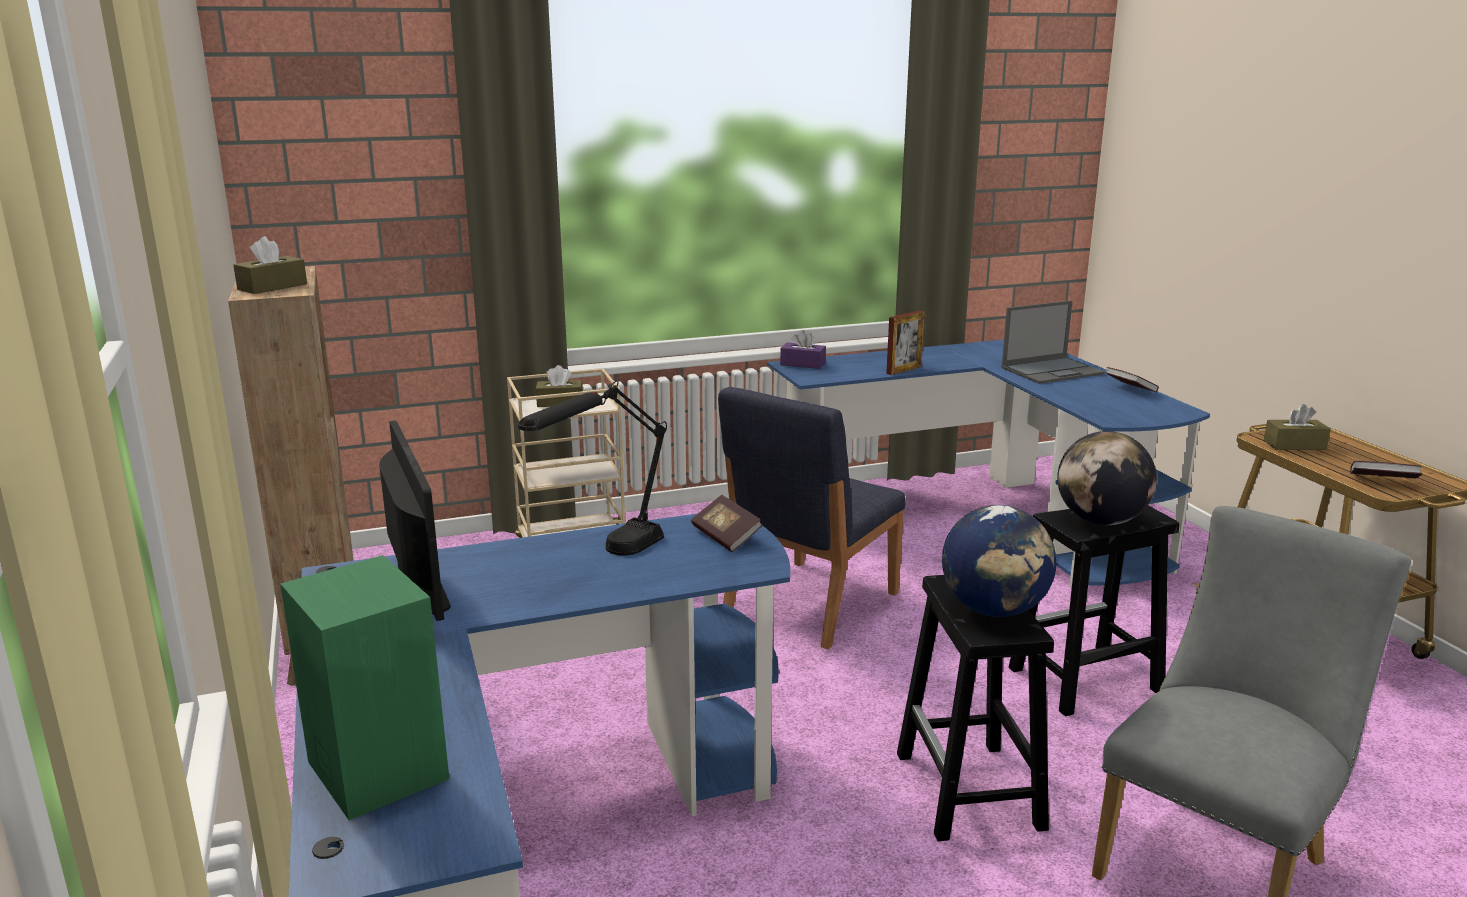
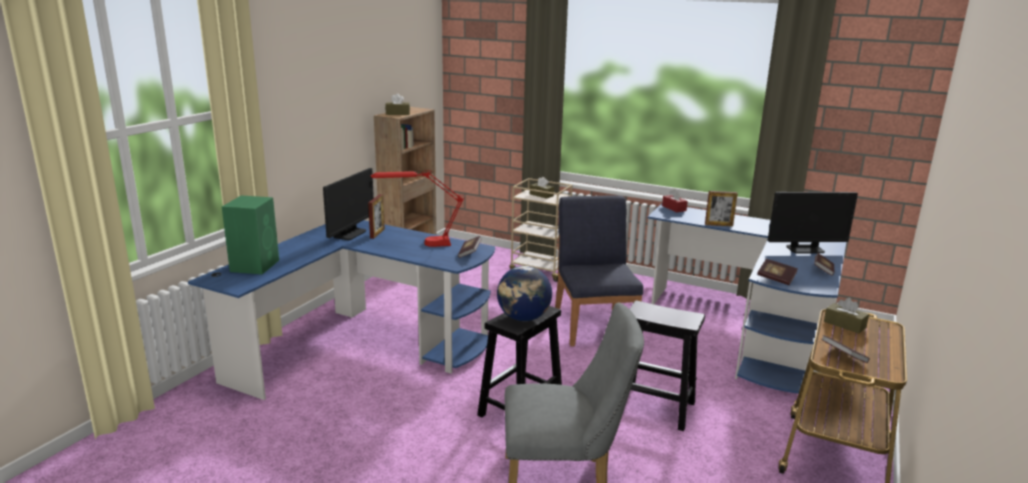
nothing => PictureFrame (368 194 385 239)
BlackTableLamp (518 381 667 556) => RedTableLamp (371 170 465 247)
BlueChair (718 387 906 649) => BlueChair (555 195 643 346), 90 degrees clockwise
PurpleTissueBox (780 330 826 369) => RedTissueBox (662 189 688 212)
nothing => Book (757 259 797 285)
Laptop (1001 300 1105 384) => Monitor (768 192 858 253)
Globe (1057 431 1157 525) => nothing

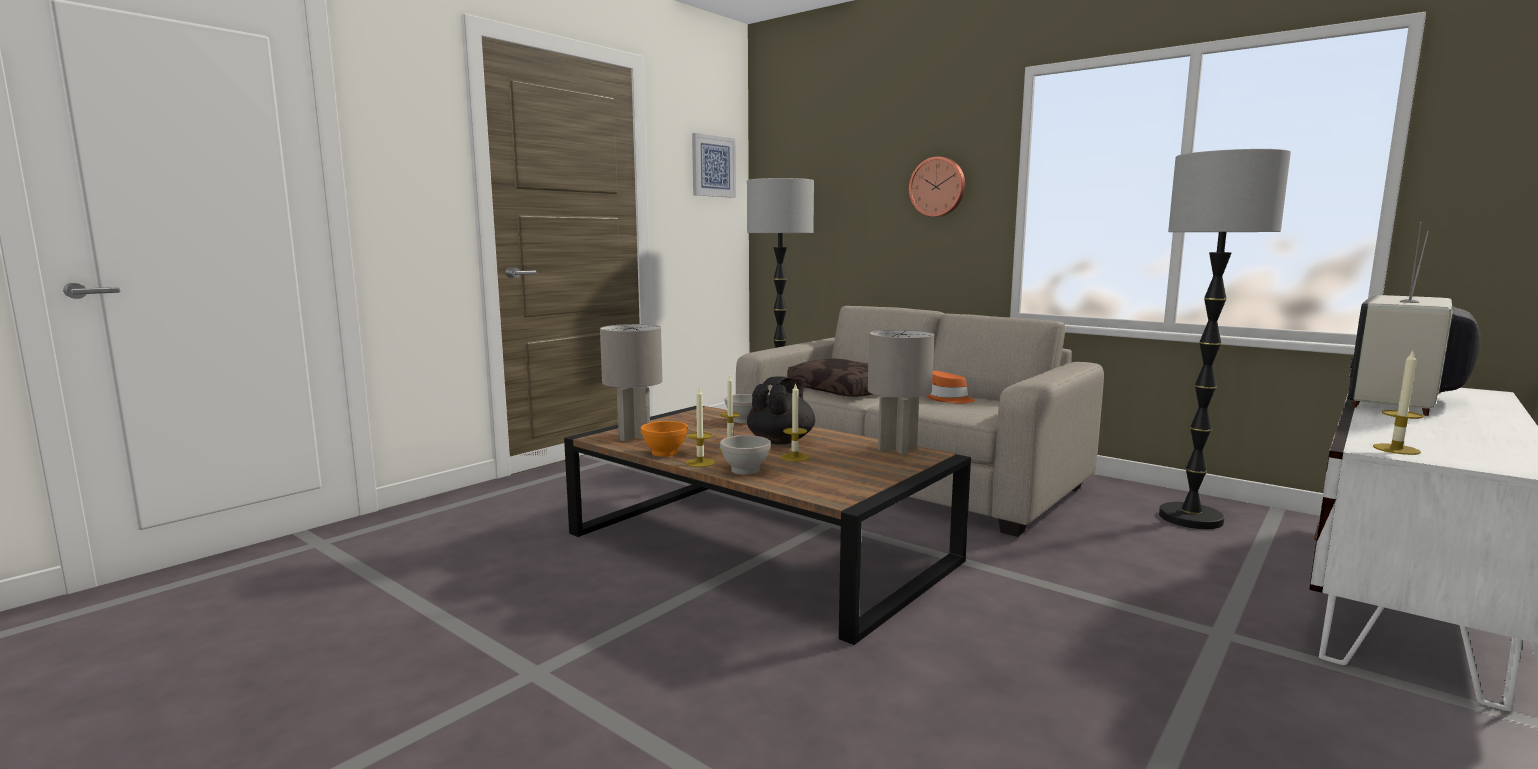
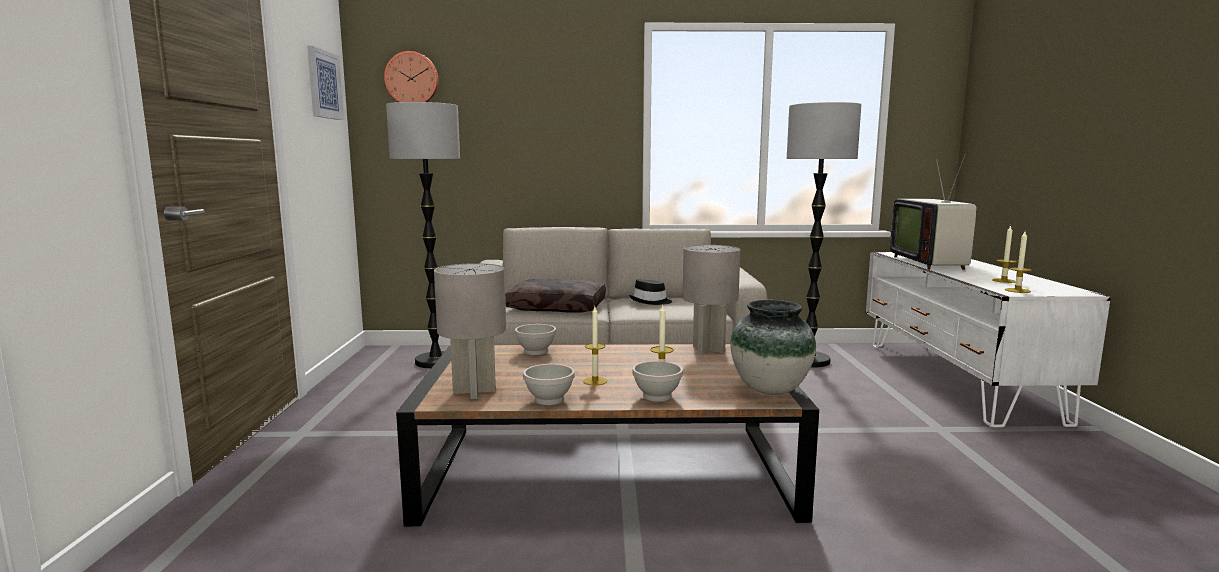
WallClock (909 156 965 217) => WallClock (384 51 439 102), move
OrangeBowl (641 421 688 457) => WhiteBowl (523 364 575 405)
OrangeHat (926 371 975 403) => BlackHat (629 279 672 305)
nothing => Vase (730 300 816 395)
Candle (686 388 715 467) => Candle (992 225 1017 283), move
BlackTeapot (747 377 815 444) => nothing

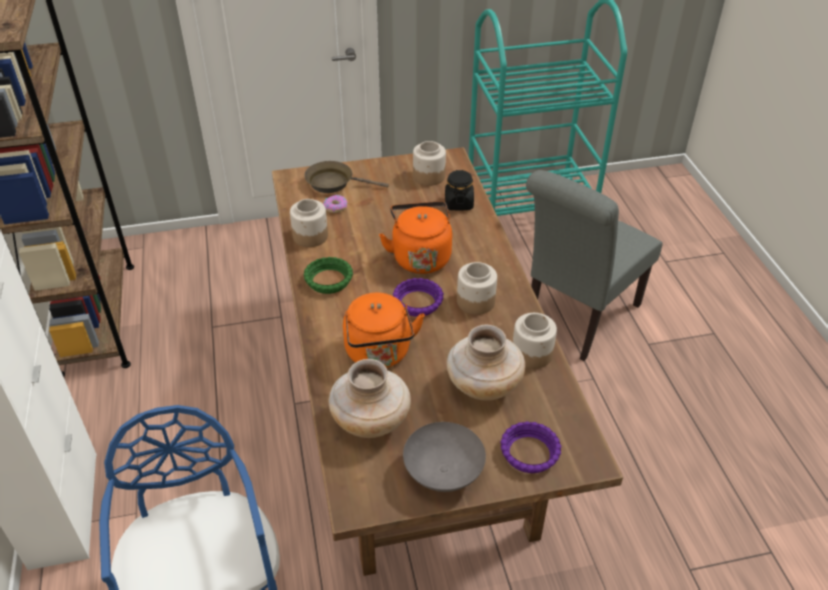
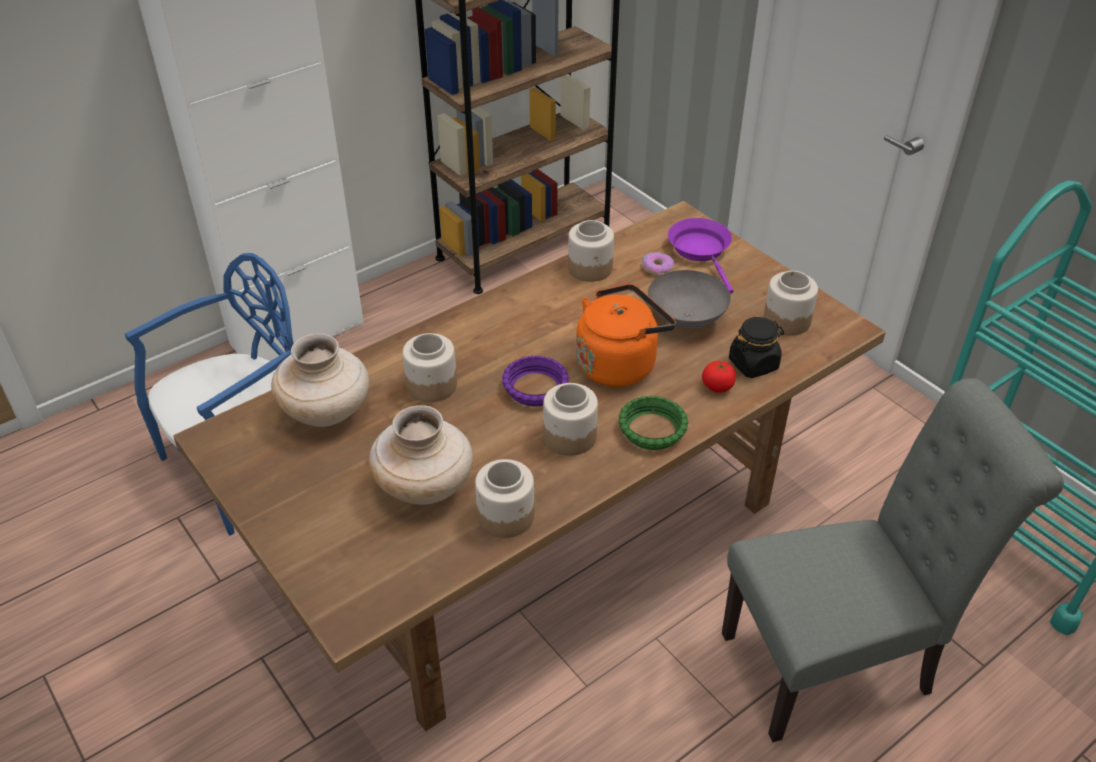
OrangeKettle (343 293 425 368) => Jar (403 333 457 402)
GreenBowl (303 257 353 294) => GreenBowl (618 396 689 450), move
GreyBowl (403 422 486 492) => GreyBowl (648 270 731 329), move
BrownFryingPan (304 161 389 193) => PurpleFryingPan (668 218 733 294)
nothing => Tomato (702 361 736 393)
GreyChair (526 170 663 361) => GreyChair (722 378 1064 743), 150 degrees clockwise
PurpleBowl (500 421 561 473) => nothing

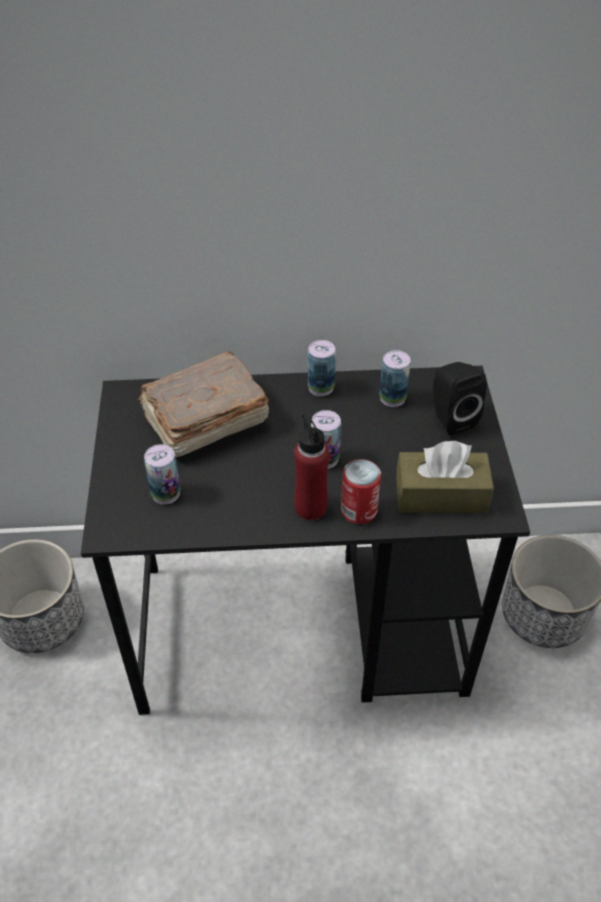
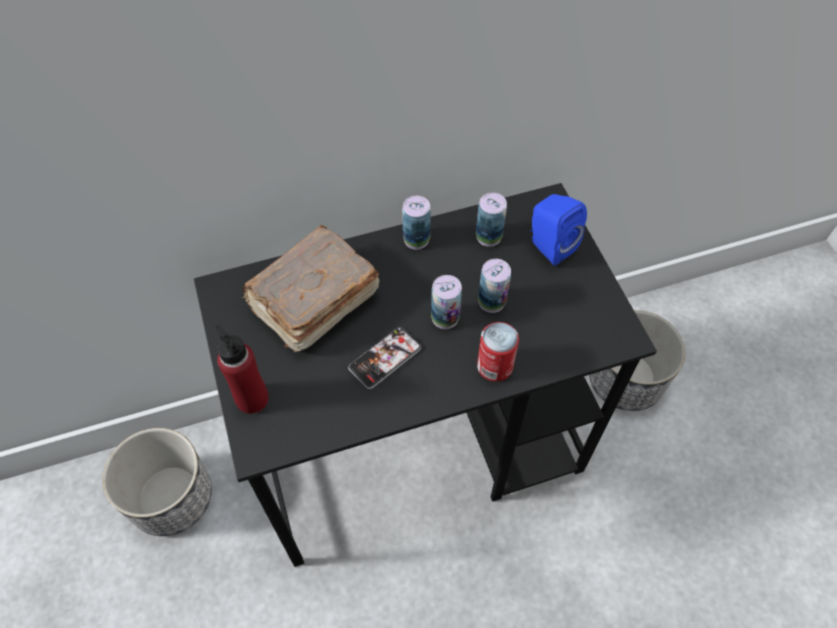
RedBottle (294 413 329 520) => RedBottle (215 325 269 414), move
nothing => Phone (348 327 421 389)
Can (144 444 180 504) => Can (478 259 511 313), move
BlackSpeaker (433 362 487 435) => BlueSpeaker (530 194 587 266)
BrownTissueBox (396 441 494 513) => nothing

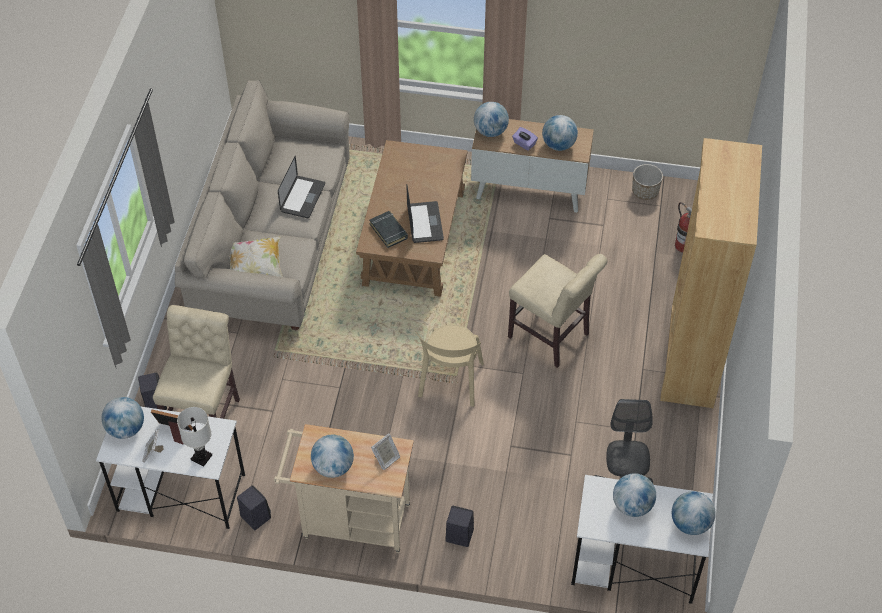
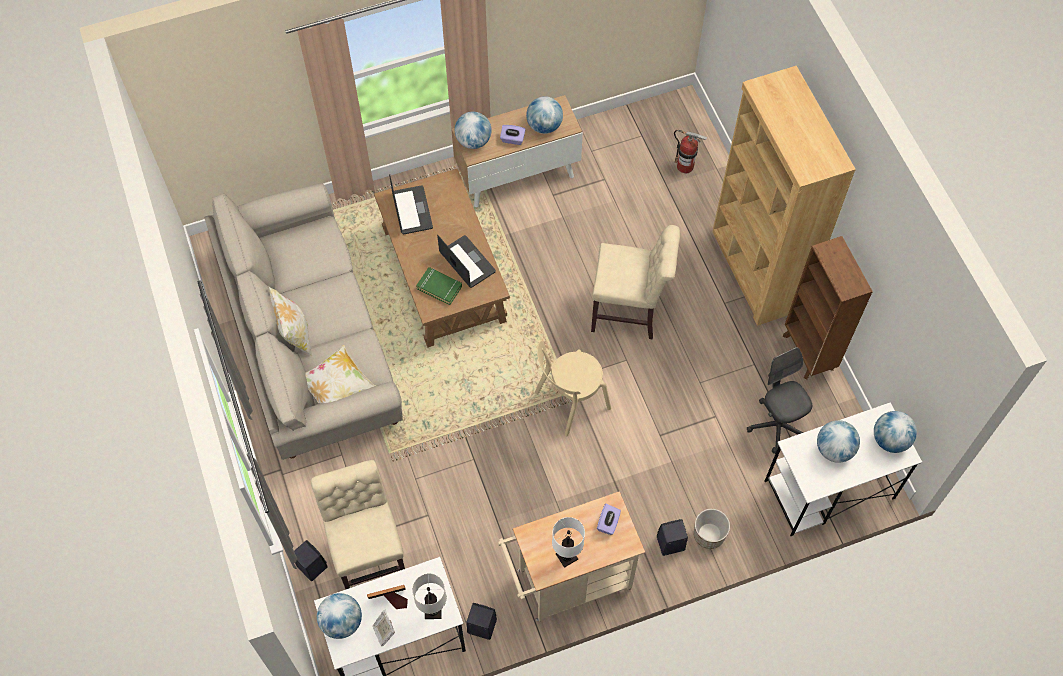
nothing => Pillow (269 287 311 355)
Laptop (278 156 325 218) => Laptop (389 174 433 234), move
BlackBook (369 211 408 248) => GreenBook (416 267 462 305)
BeigeChair (415 324 484 407) => BeigeChair (535 341 611 436), 75 degrees clockwise
Globe (311 435 354 478) => WhiteTableLamp (552 517 585 568)
PictureFrame (371 433 400 470) => PurpleTissueBox (597 504 621 535)
Planter (632 164 663 200) => Planter (694 509 730 549), move
nothing => BrownBookcase (783 236 873 380)

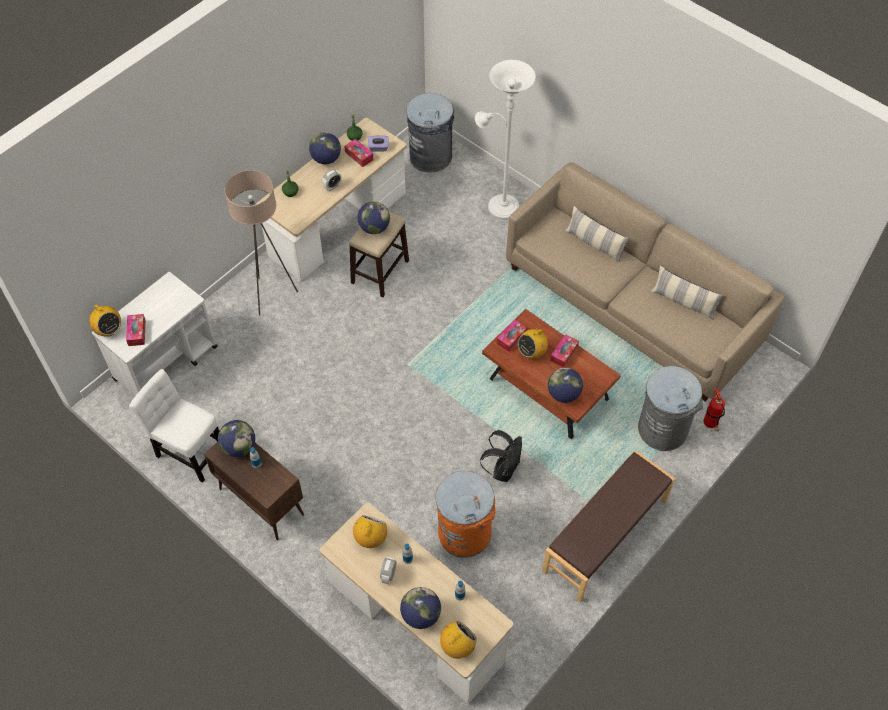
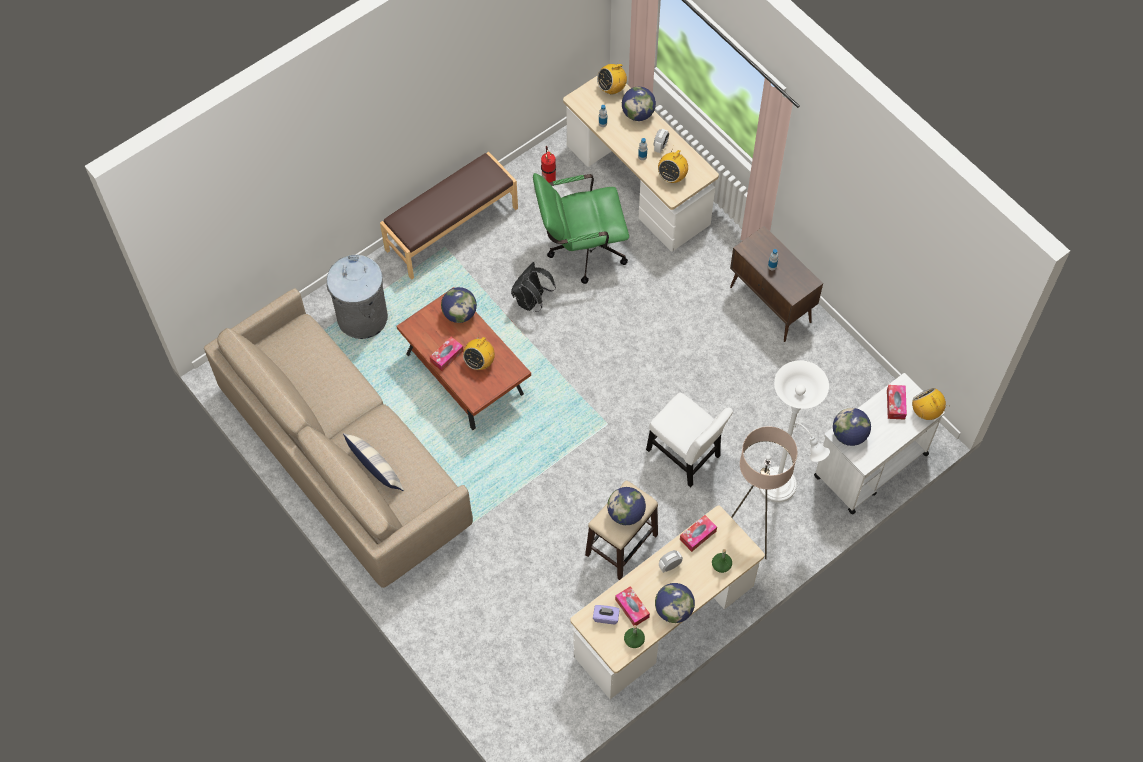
Radio (518 324 548 359) => Radio (463 335 495 370), 150 degrees clockwise
OrangeTrashCan (435 471 495 558) => GreenOfficeChair (533 173 629 284)
FireExtinguisher (703 388 725 431) => FireExtinguisher (541 146 556 183), move
WhiteChair (129 369 219 483) => WhiteChair (646 393 733 487), move
TissueBox (497 320 527 352) => TissueBox (680 515 717 552), move
WhiteFloorLamp (475 60 536 220) => WhiteFloorLamp (759 360 830 502), move
Globe (218 420 255 457) => Globe (833 408 871 446), move
GreyTrashCan (406 93 454 172) => nothing
Pillow (651 266 723 320) => nothing

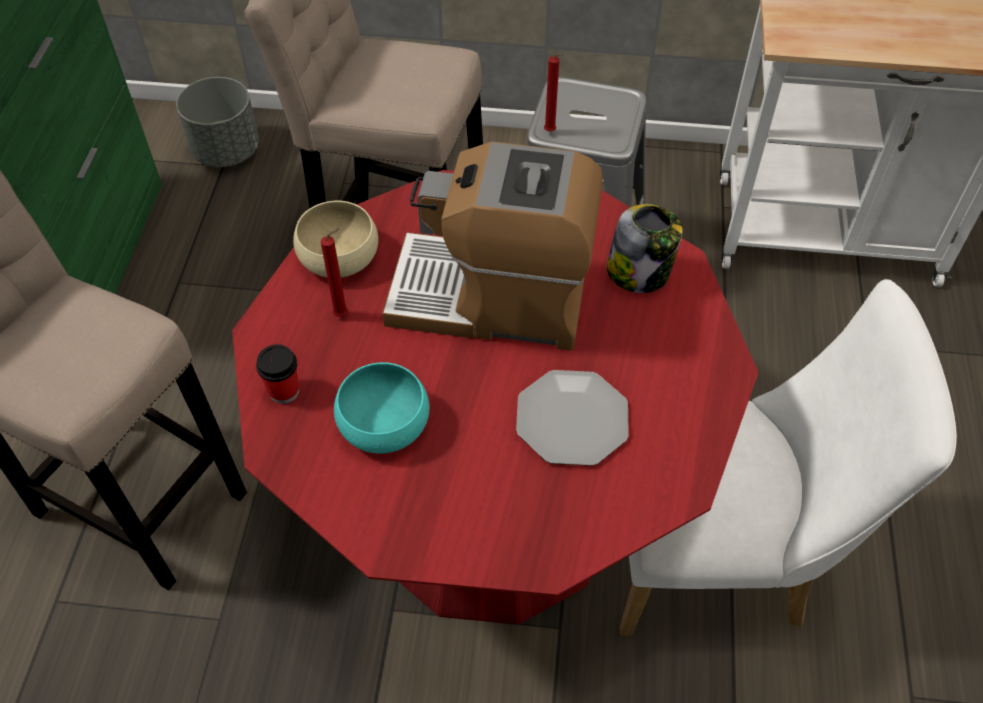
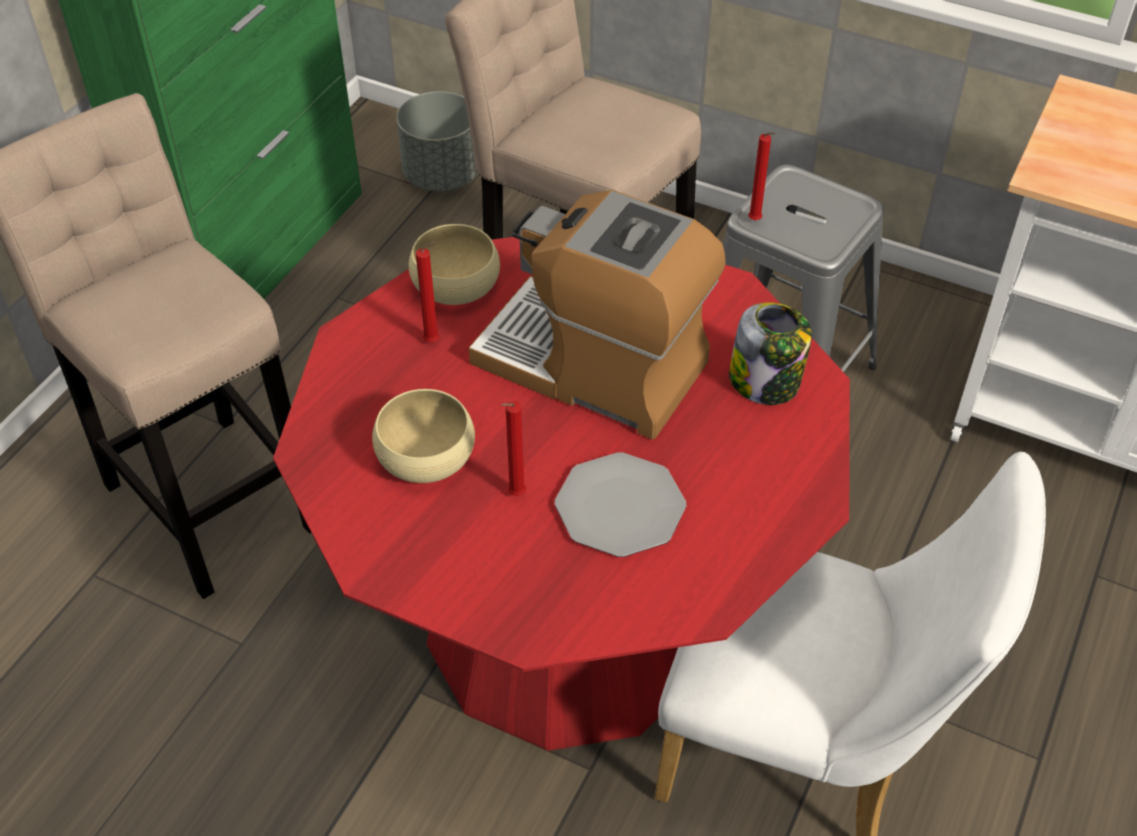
TurquoiseBowl (334 362 430 454) => BeigeBowl (372 389 475 483)
nothing => RedCandle (501 401 526 496)
Cup (256 344 299 404) => nothing

